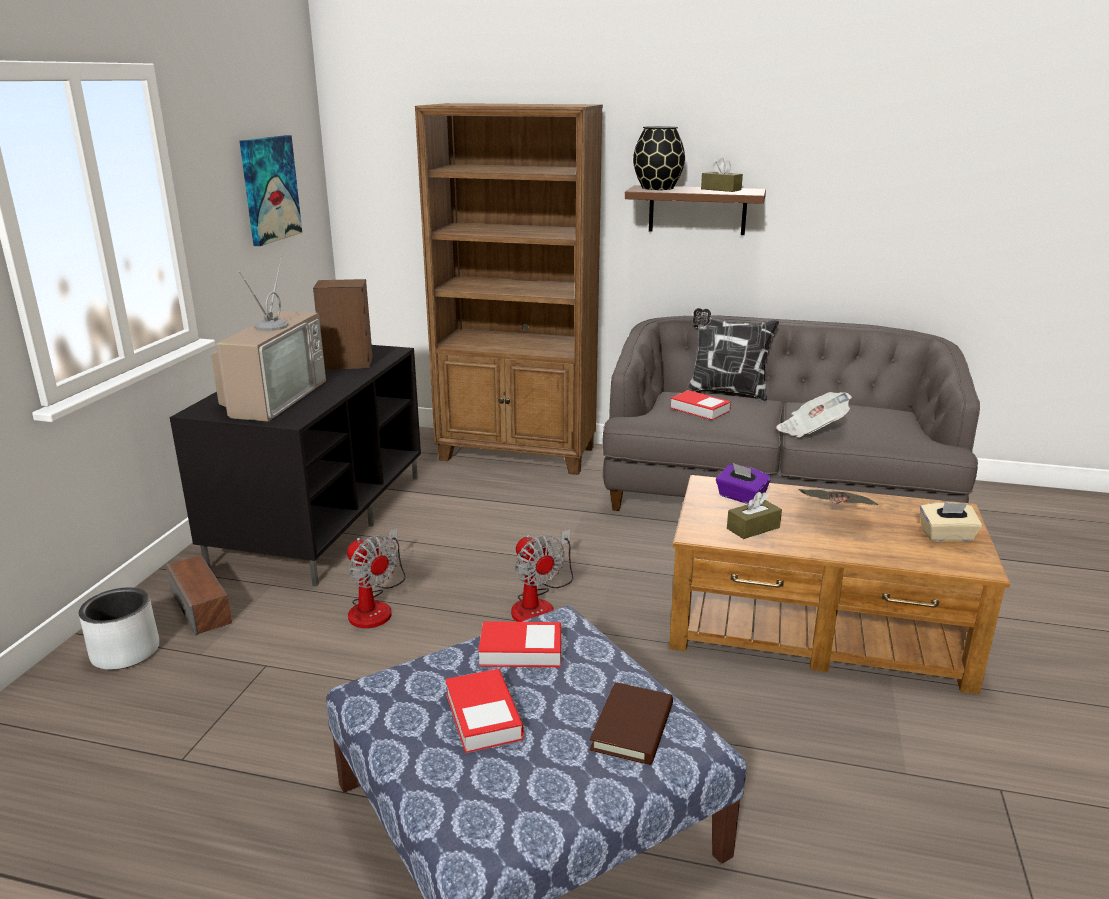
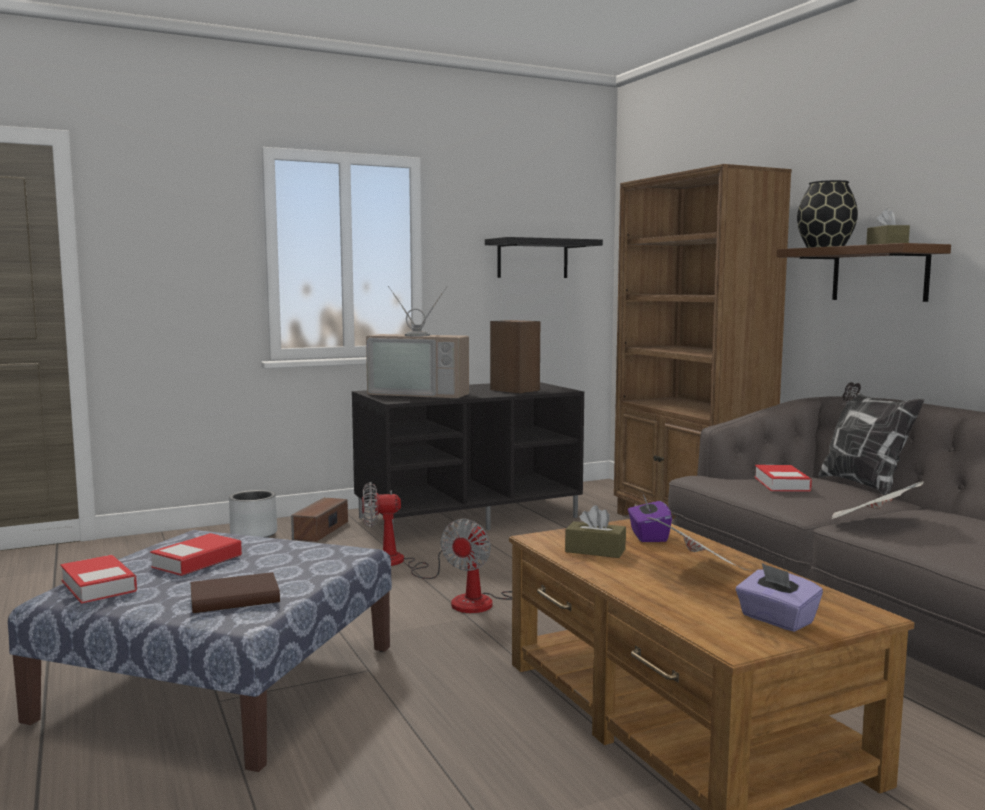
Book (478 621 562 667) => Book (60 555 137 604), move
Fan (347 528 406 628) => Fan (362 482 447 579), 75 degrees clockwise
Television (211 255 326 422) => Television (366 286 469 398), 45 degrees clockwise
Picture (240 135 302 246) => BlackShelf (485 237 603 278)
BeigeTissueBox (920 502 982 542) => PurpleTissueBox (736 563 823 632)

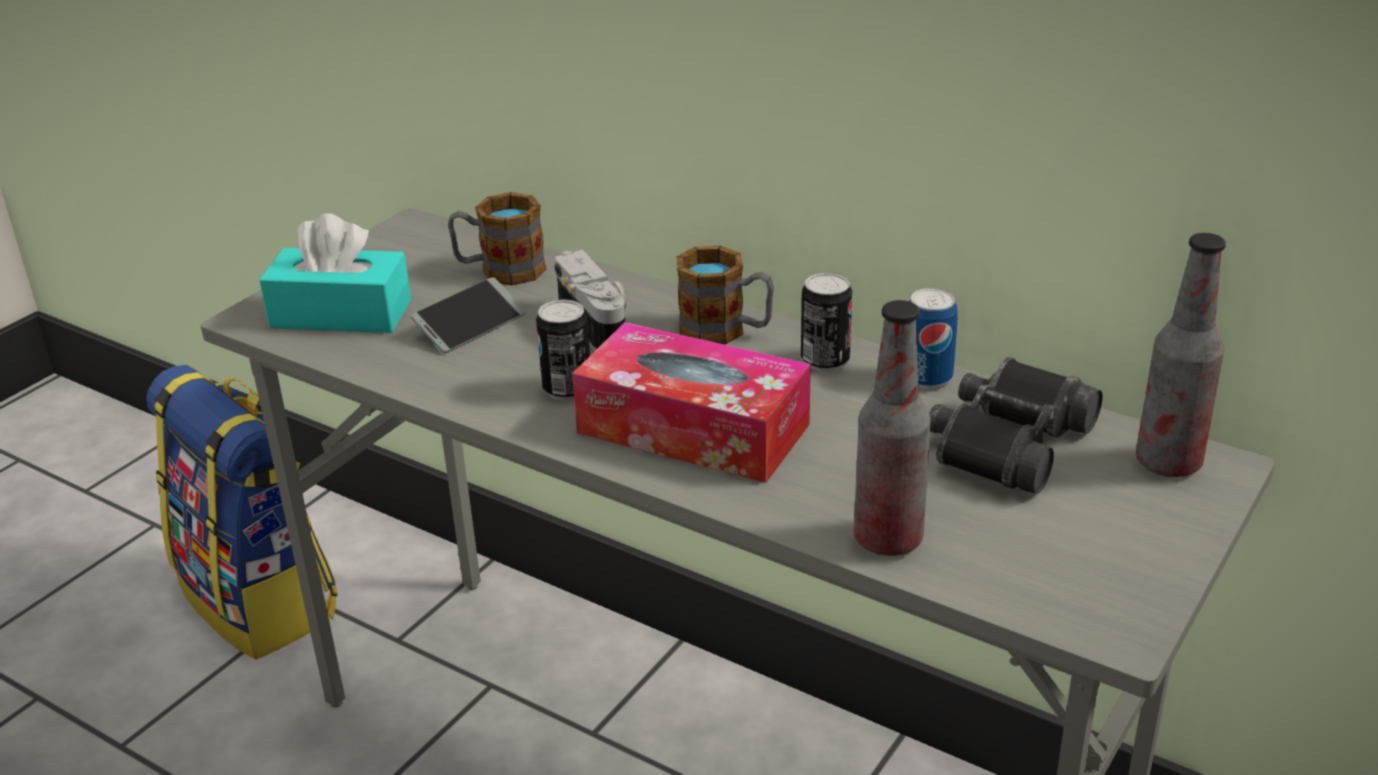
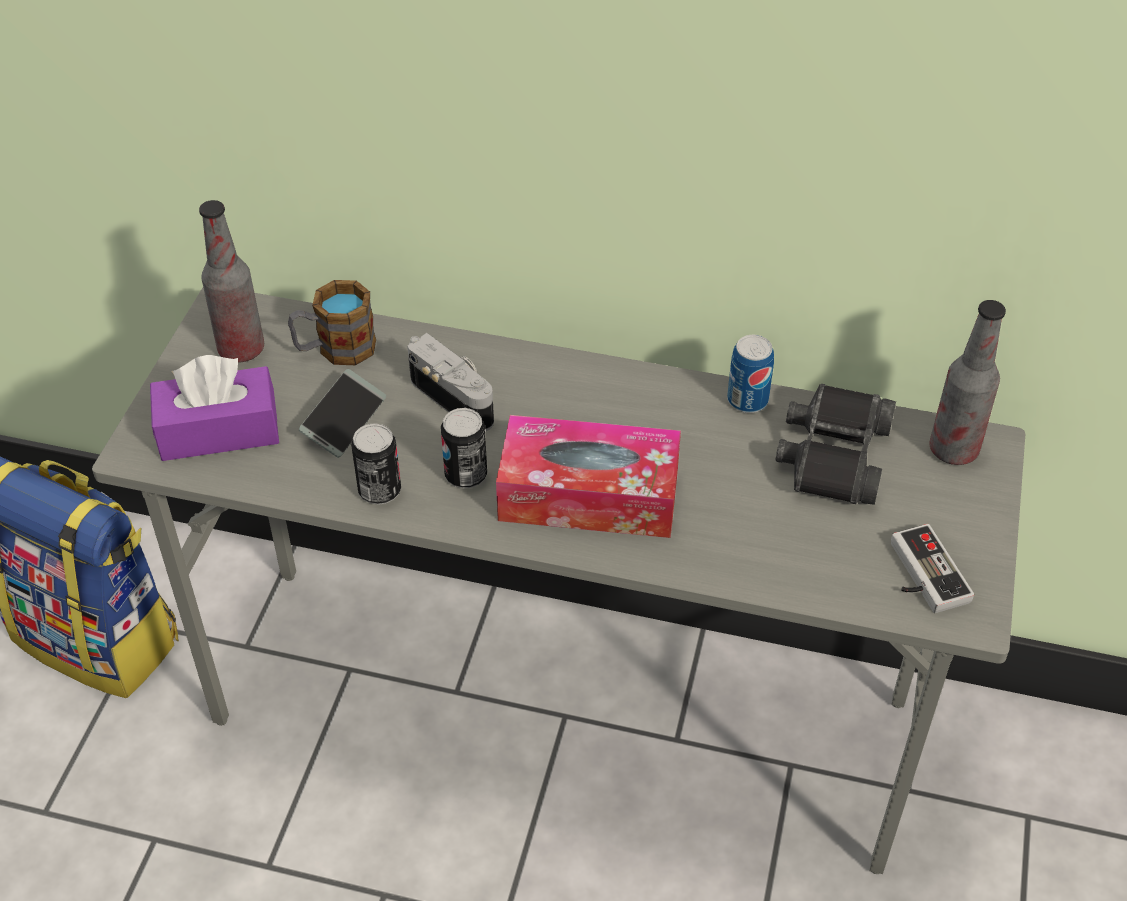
TurquoiseTissueBox (259 213 411 333) => PurpleTissueBox (150 355 279 461)
Bottle (854 300 931 556) => Bottle (199 200 264 363), move
Can (801 272 852 372) => Can (351 423 401 505), move
nothing => GameController (891 524 974 613)
Mug (676 246 774 345) => nothing

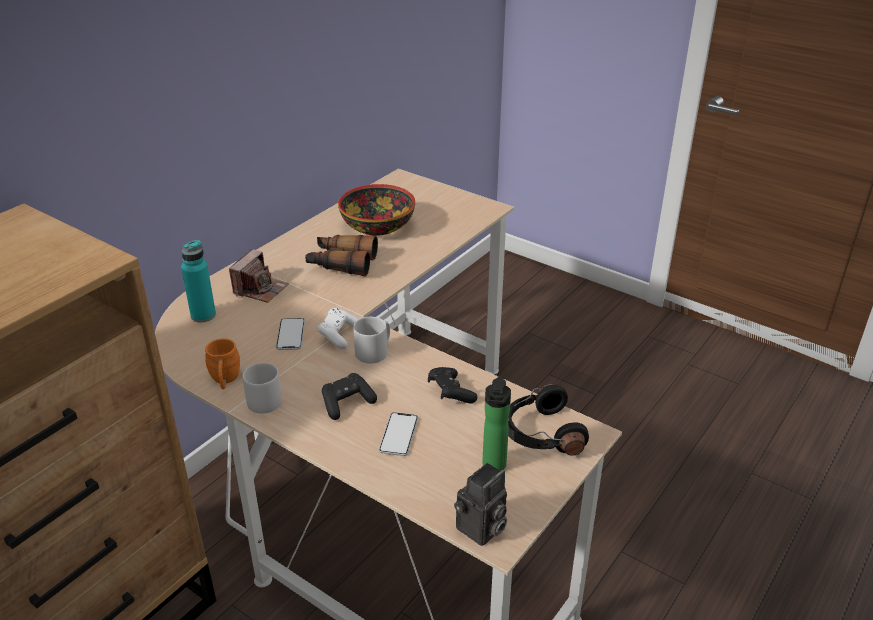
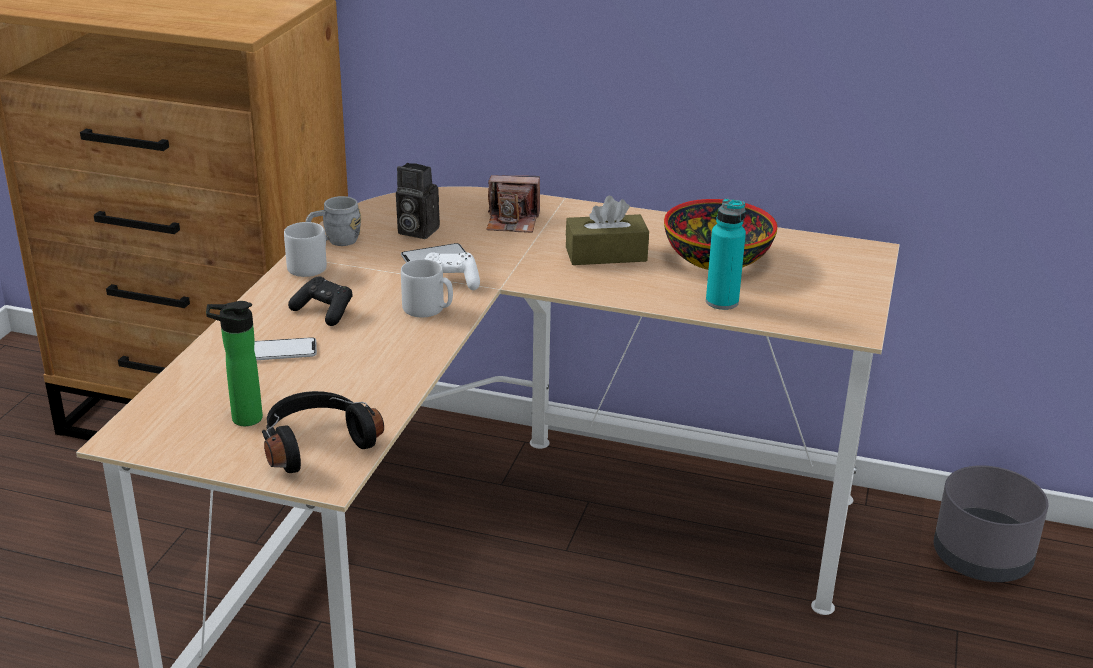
OrangeMug (205 338 240 389) => GreyMug (305 196 361 246)
PhotoCamera (454 462 507 546) => PhotoCamera (396 163 440 239), move
Binoculars (305 235 378 277) => BrownTissueBox (566 195 649 265)
TurquoiseBottle (181 240 216 322) => TurquoiseBottle (706 198 746 310), move
nothing => GreyPlanter (934 466 1048 582)
BlackGameController (428 367 477 403) => nothing

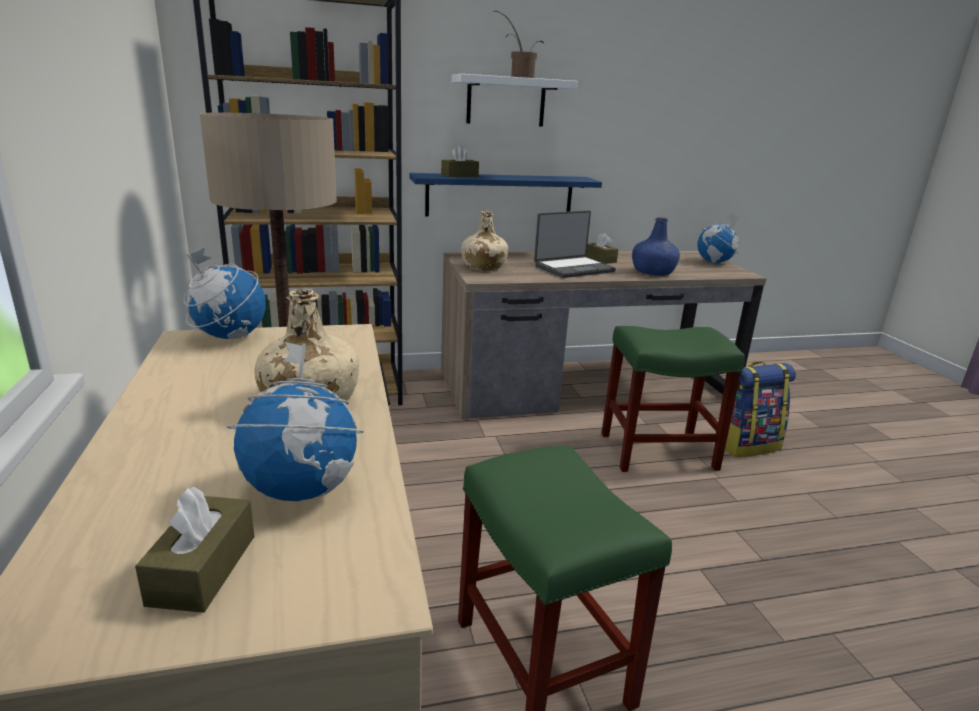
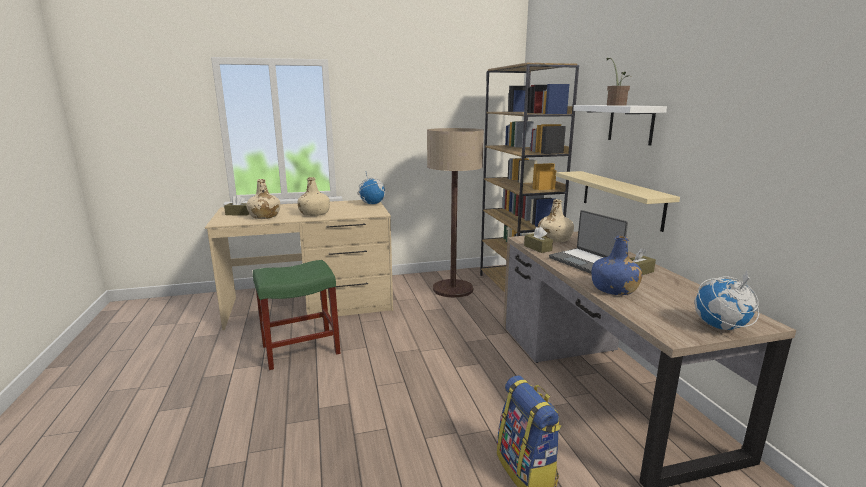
Globe (227 342 364 501) => BeigeBottle (246 179 280 219)
BrownTissueBox (441 146 479 177) => BrownTissueBox (524 227 553 253), move
BlueShelf (410 173 602 217) => BeigeShelf (556 171 680 232)
GreenStool (602 326 745 472) => nothing

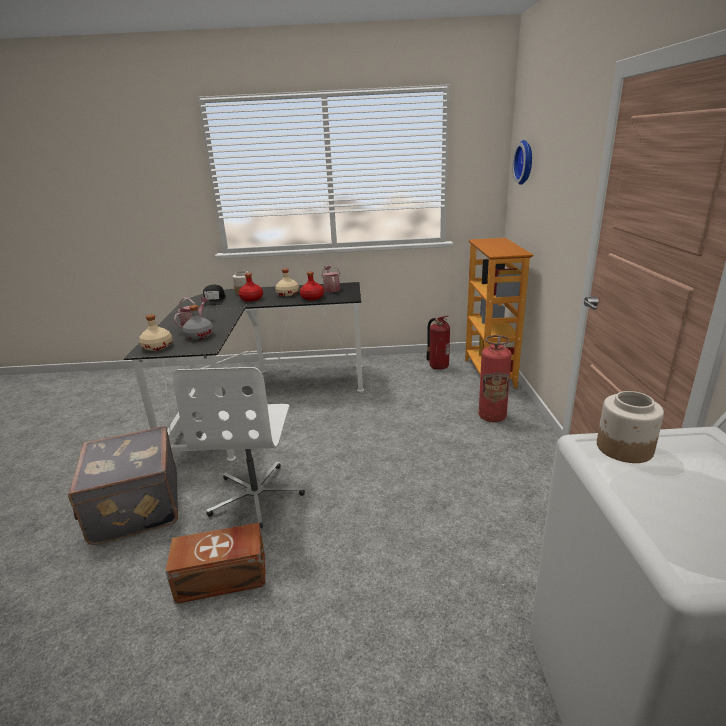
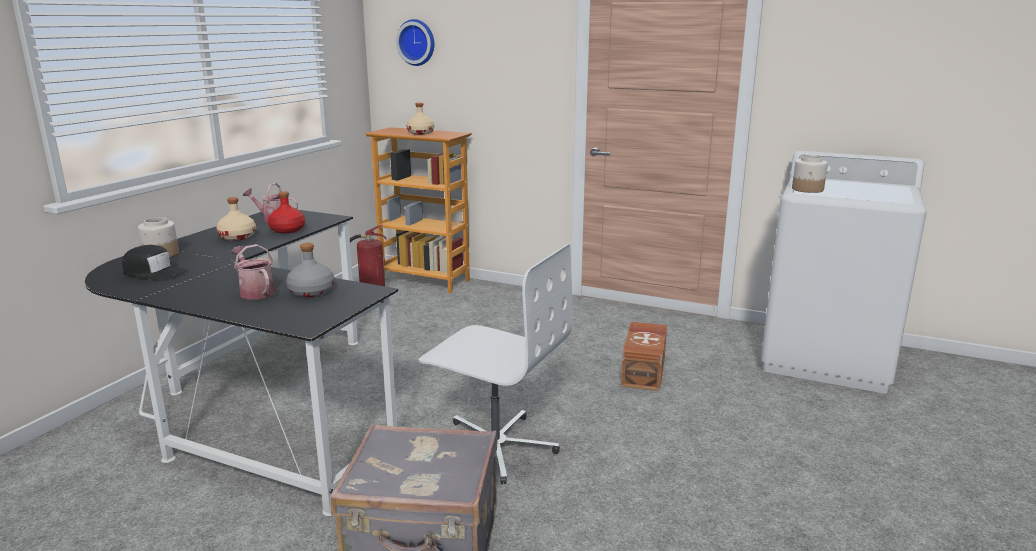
BeigeBottle (139 314 172 351) => BeigeBottle (406 103 434 135), move
BrownStorageBox (165 523 266 604) => BrownStorageBox (621 322 667 391), move
RedBottle (239 273 263 302) => nothing
FireExtinguisher (479 335 512 422) => nothing

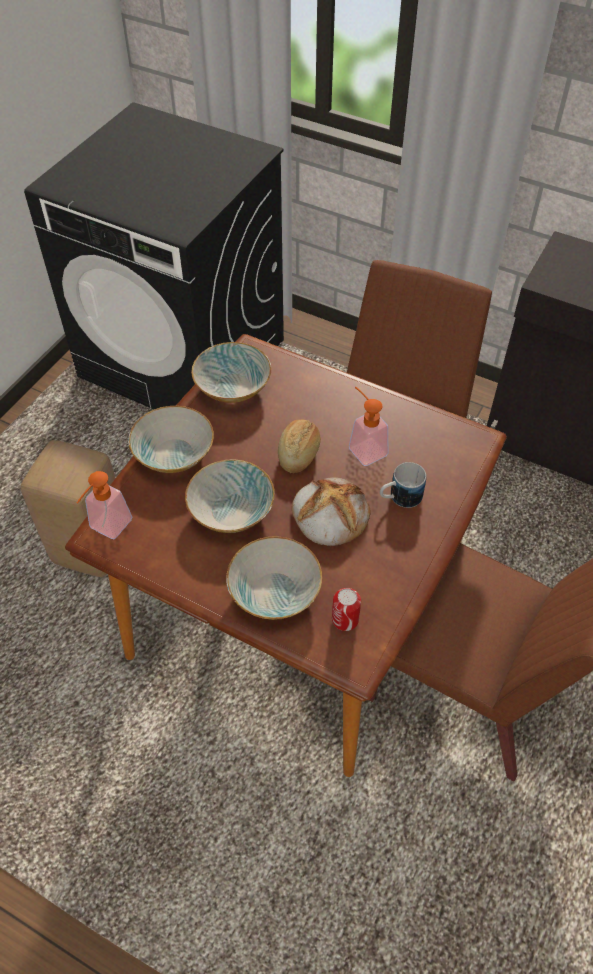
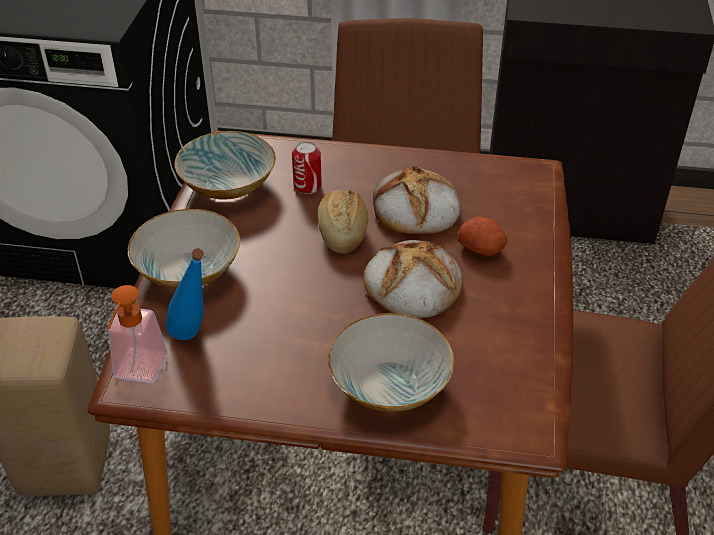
nothing => BlueBottle (166 249 204 340)
Can (332 588 361 631) => Can (292 142 322 194), move
SoapDispenser (349 387 389 466) => Bread (373 166 461 235)
Mug (380 462 426 508) => Potato (458 216 507 256)
Bowl (185 459 275 533) => nothing

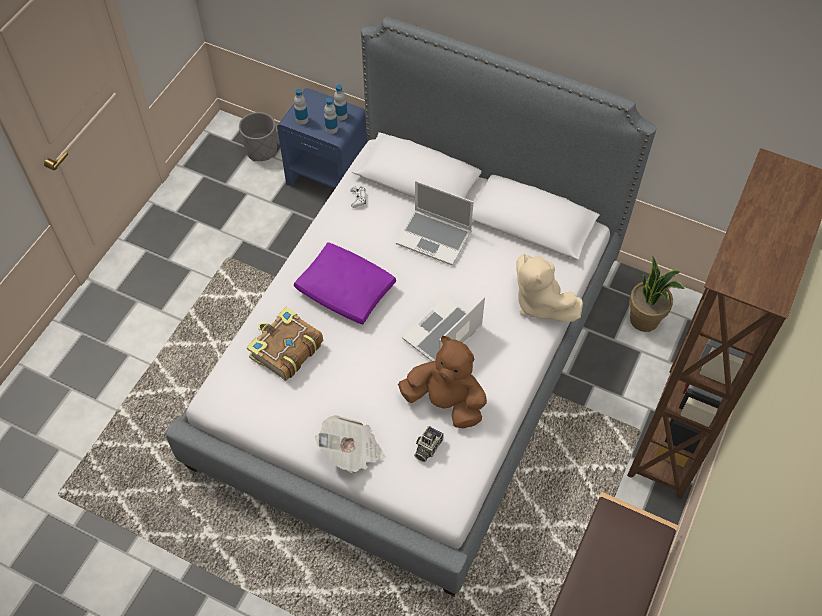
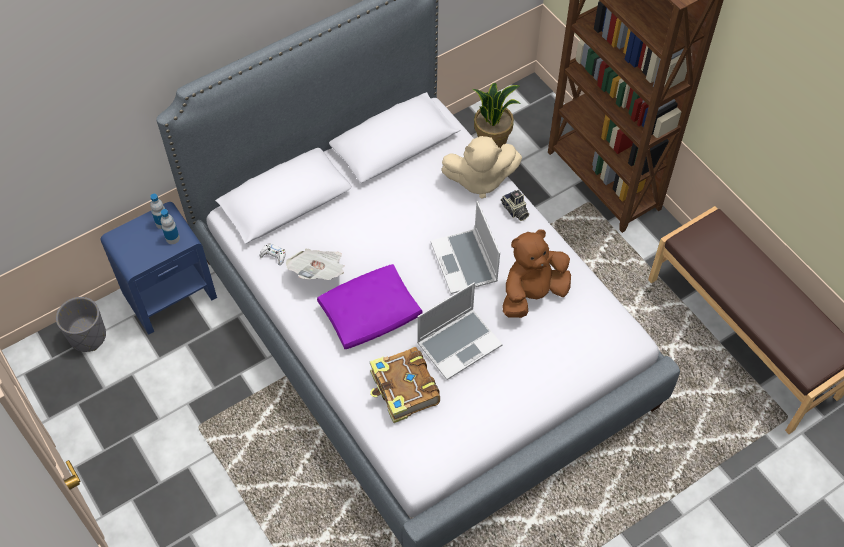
Newspaper (315 415 385 473) => Newspaper (286 249 344 280), move
Laptop (396 181 473 266) => Laptop (417 282 503 380), move
PhotoCamera (414 426 444 462) => PhotoCamera (501 190 529 221), move
Bottle (294 89 308 125) => nothing

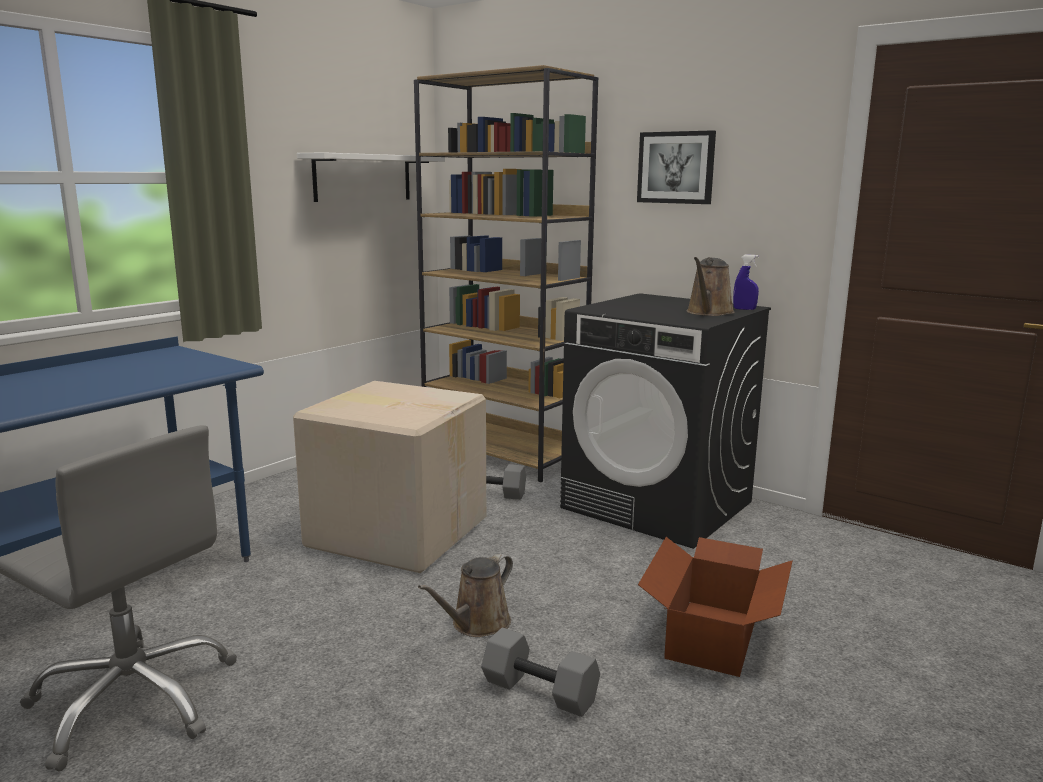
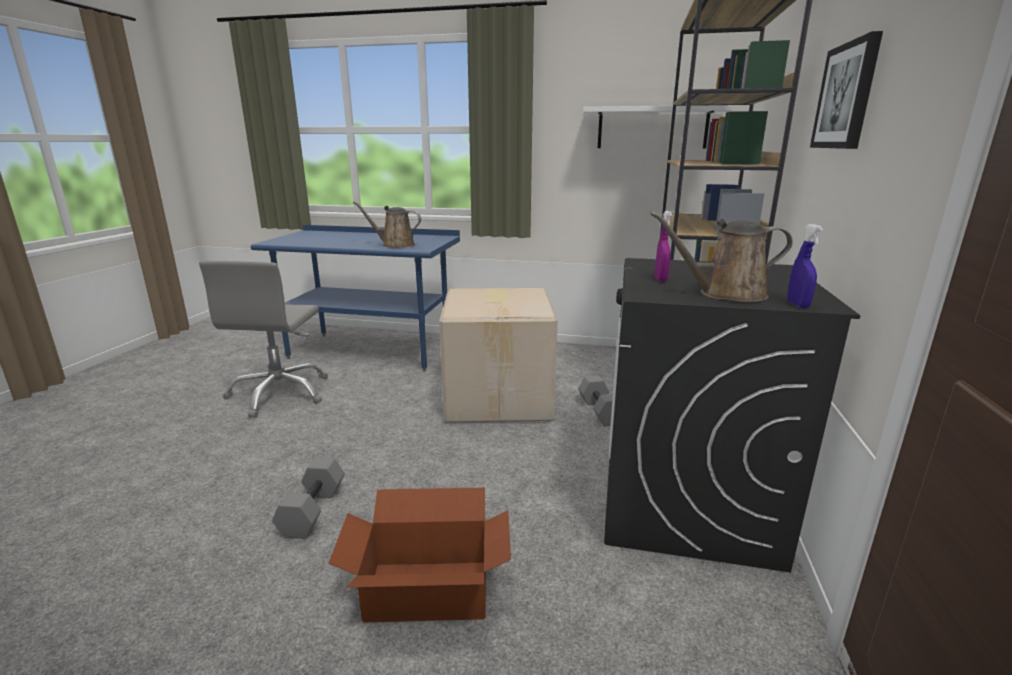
BrownWateringCan (418 553 513 637) => BrownWateringCan (353 202 421 248), move
nothing => PurpleSprayBottle (655 211 672 282)

